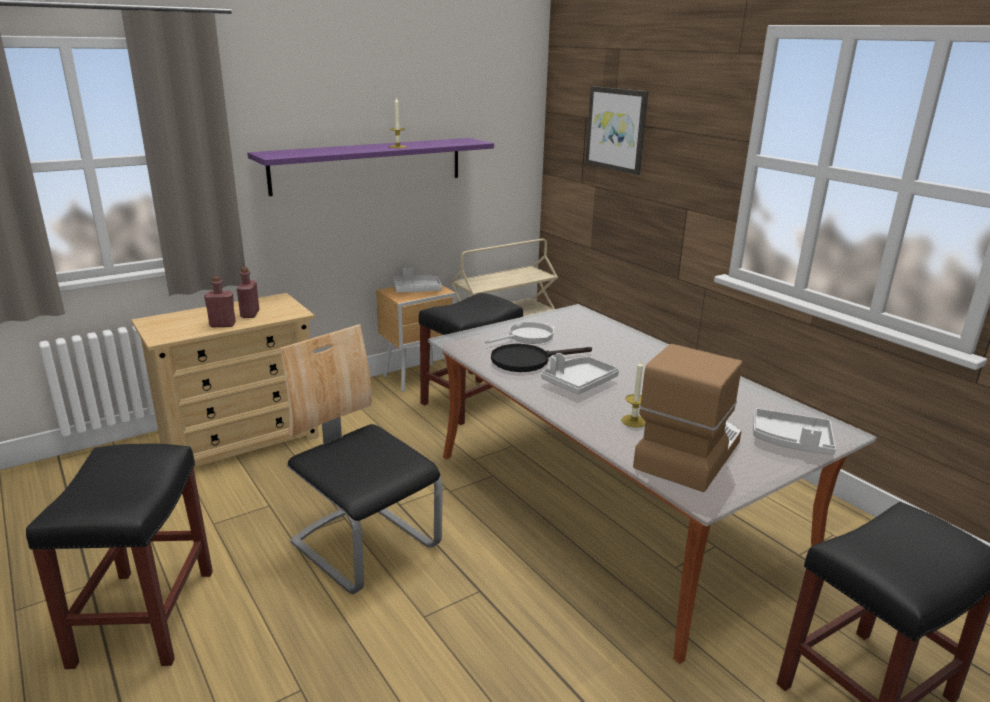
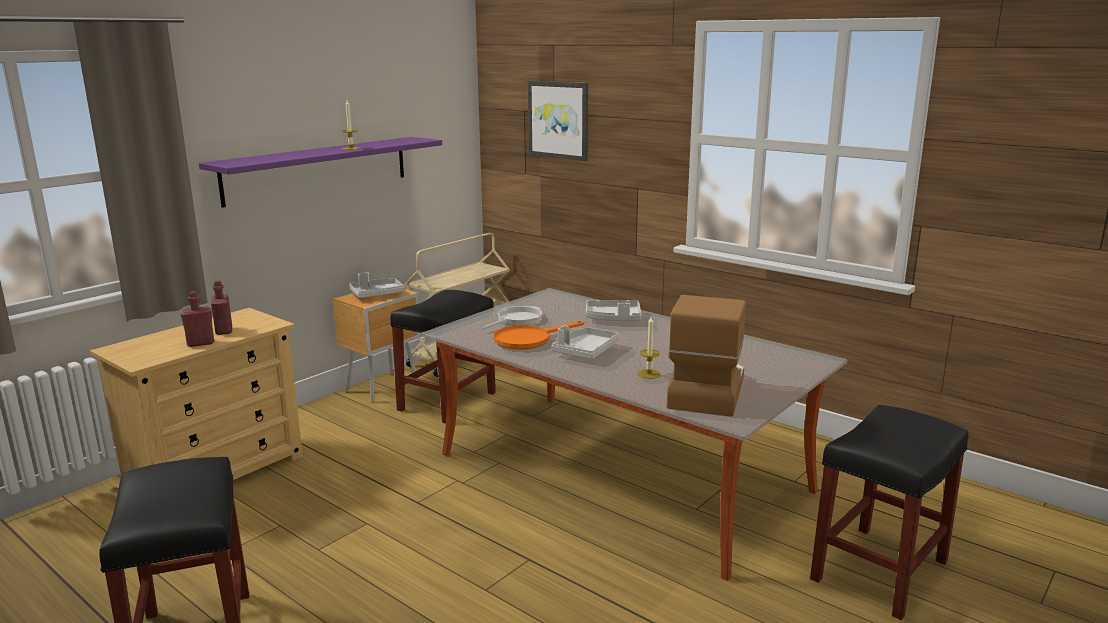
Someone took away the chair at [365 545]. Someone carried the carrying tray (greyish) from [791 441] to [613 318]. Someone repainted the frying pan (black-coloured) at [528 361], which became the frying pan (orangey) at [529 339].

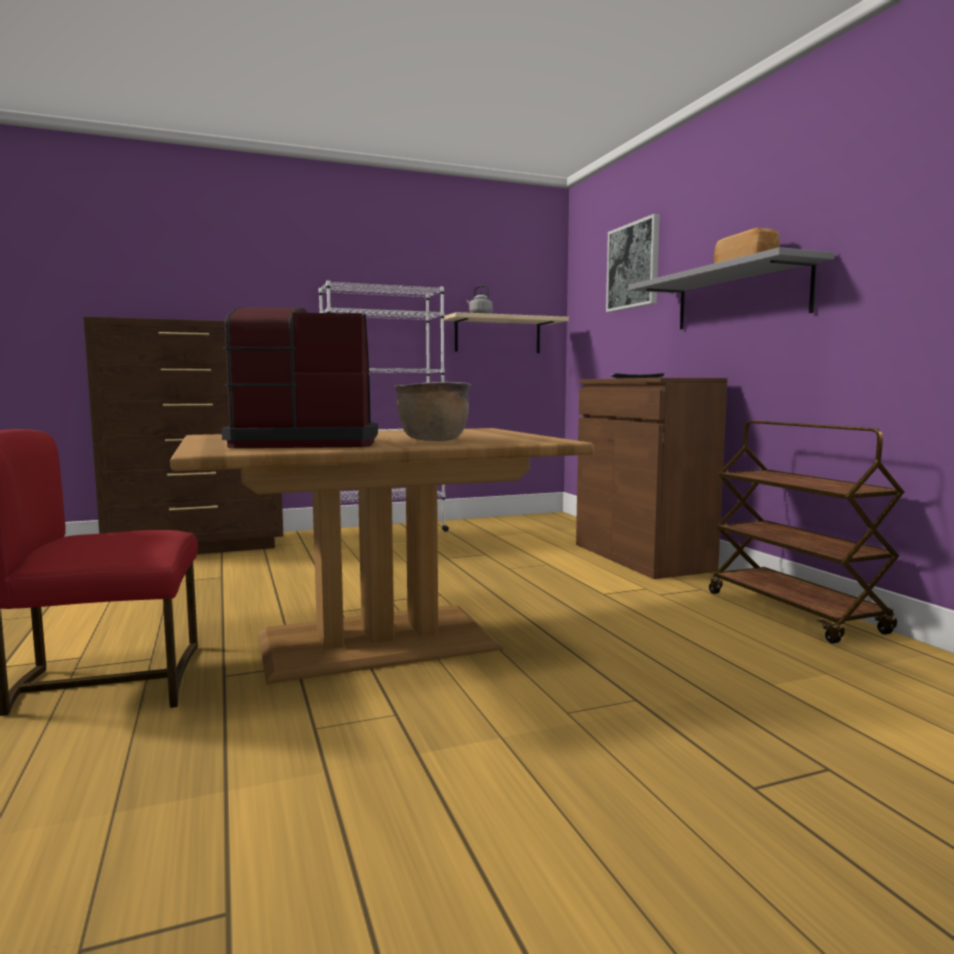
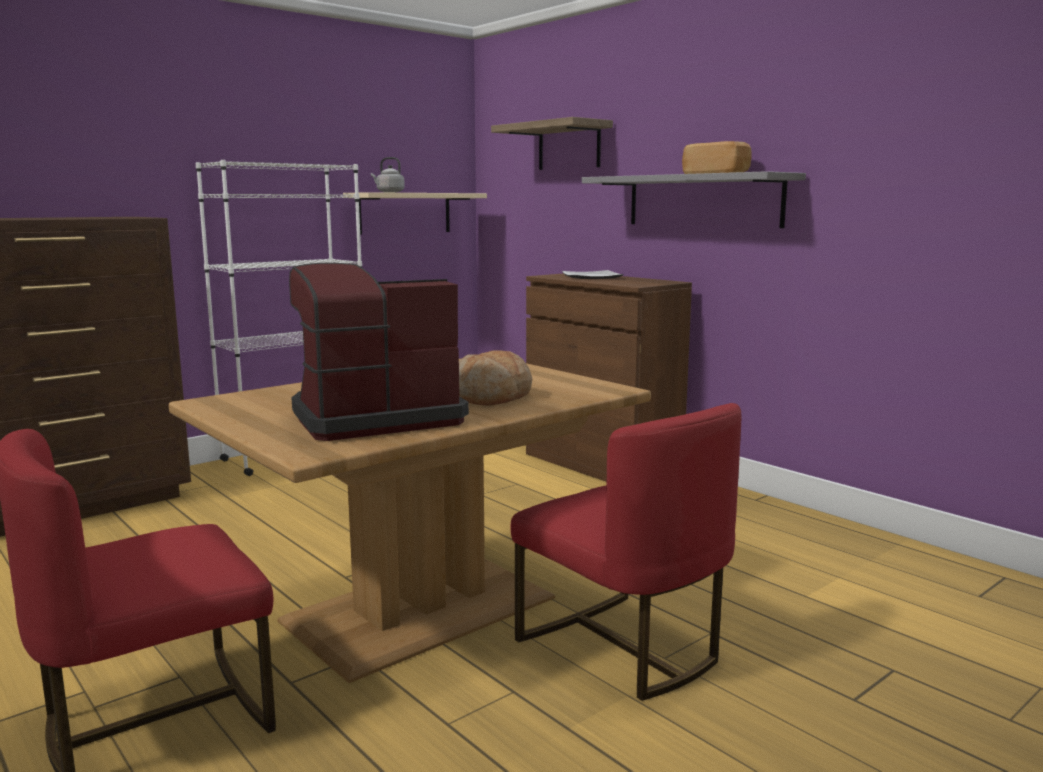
Someone took away the cart (brownish) at [795 612]. Someone put down the chair (red-coloured) at [623 647]. Someone swapped the saucepot (brownish) at [432 440] for the bakery bread at [491 397]. Someone swapped the wall picture at [633 266] for the shelf at [569 146].

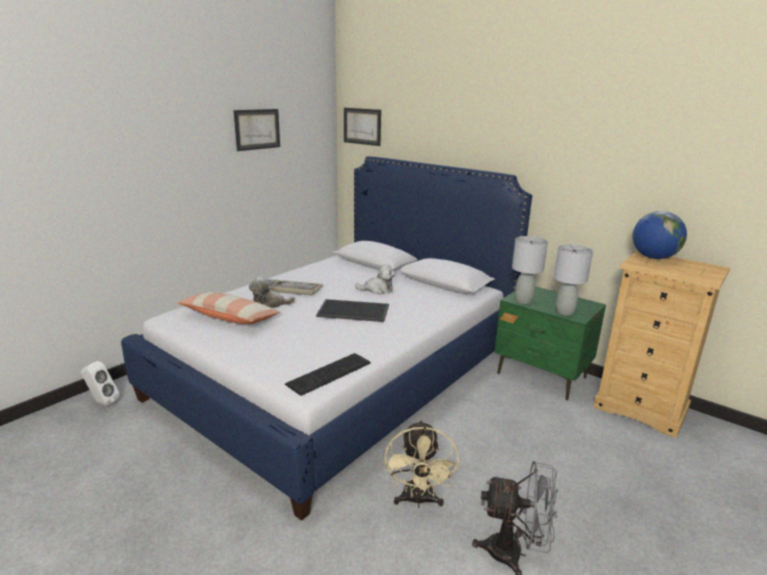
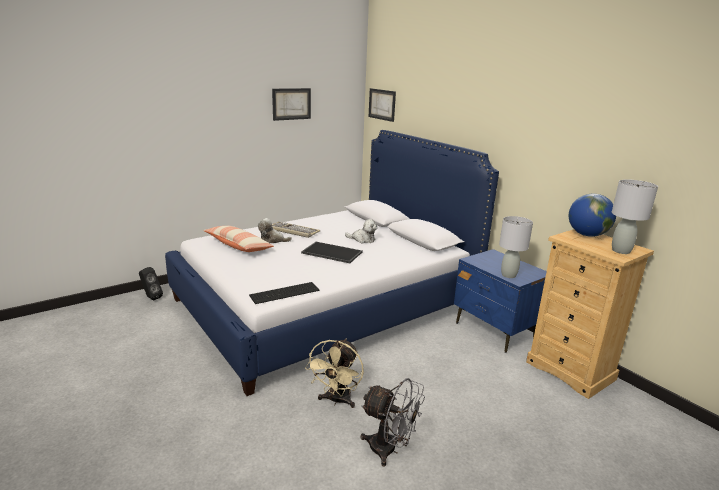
Someone carried the table lamp (greyish) from [523 301] to [621 251]. Someone repainted the audio speaker (whitish) at [102 402], which became the audio speaker (black-coloured) at [151 297]. Someone repainted the night table (green-coloured) at [541 376], which became the night table (blue-coloured) at [494 331].

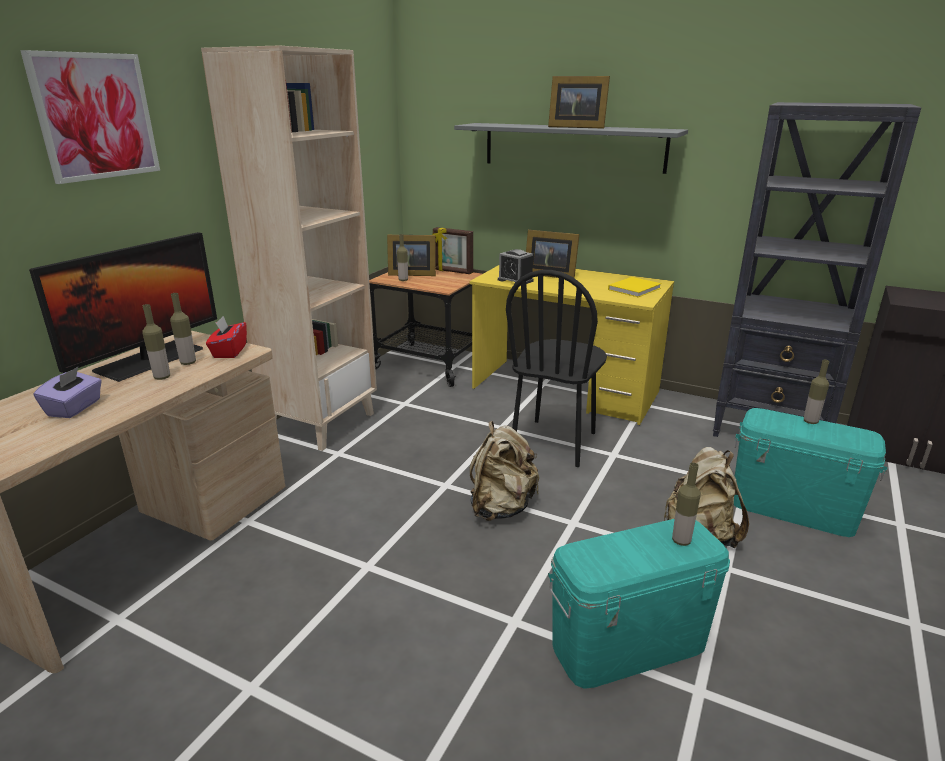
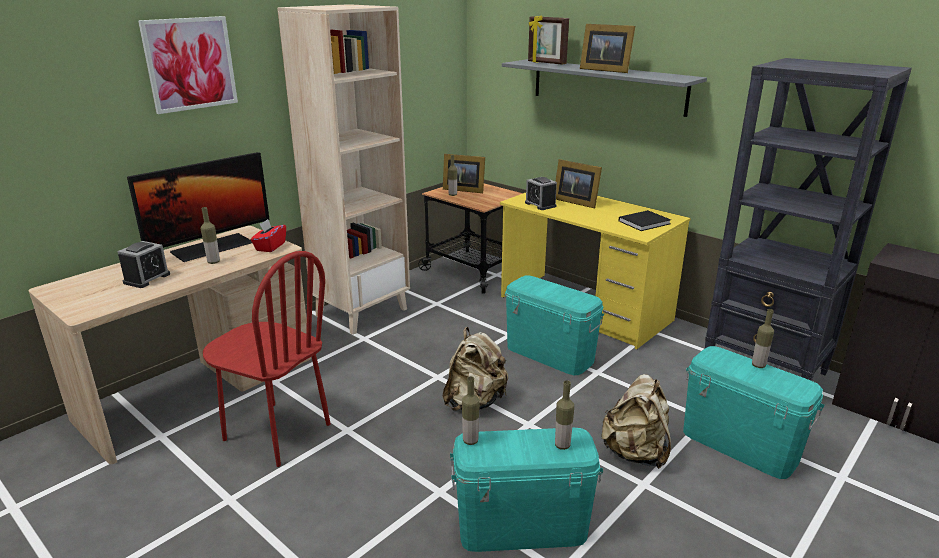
Someone put down the chair (red-coloured) at [276 432]. Someone carried the beverage bottle from [188 362] to [470 441]. Someone carried the picture frame from [452 271] to [546 63]. Someone swapped the tissue box (purple-coloured) at [75 408] for the bedside clock at [147 278]. Someone swapped the chair (black-coloured) at [554 442] for the storage bin (turquoise) at [549 354]. Someone repainted the volume (yellowish) at [635 288], which became the volume (black-coloured) at [645 222].

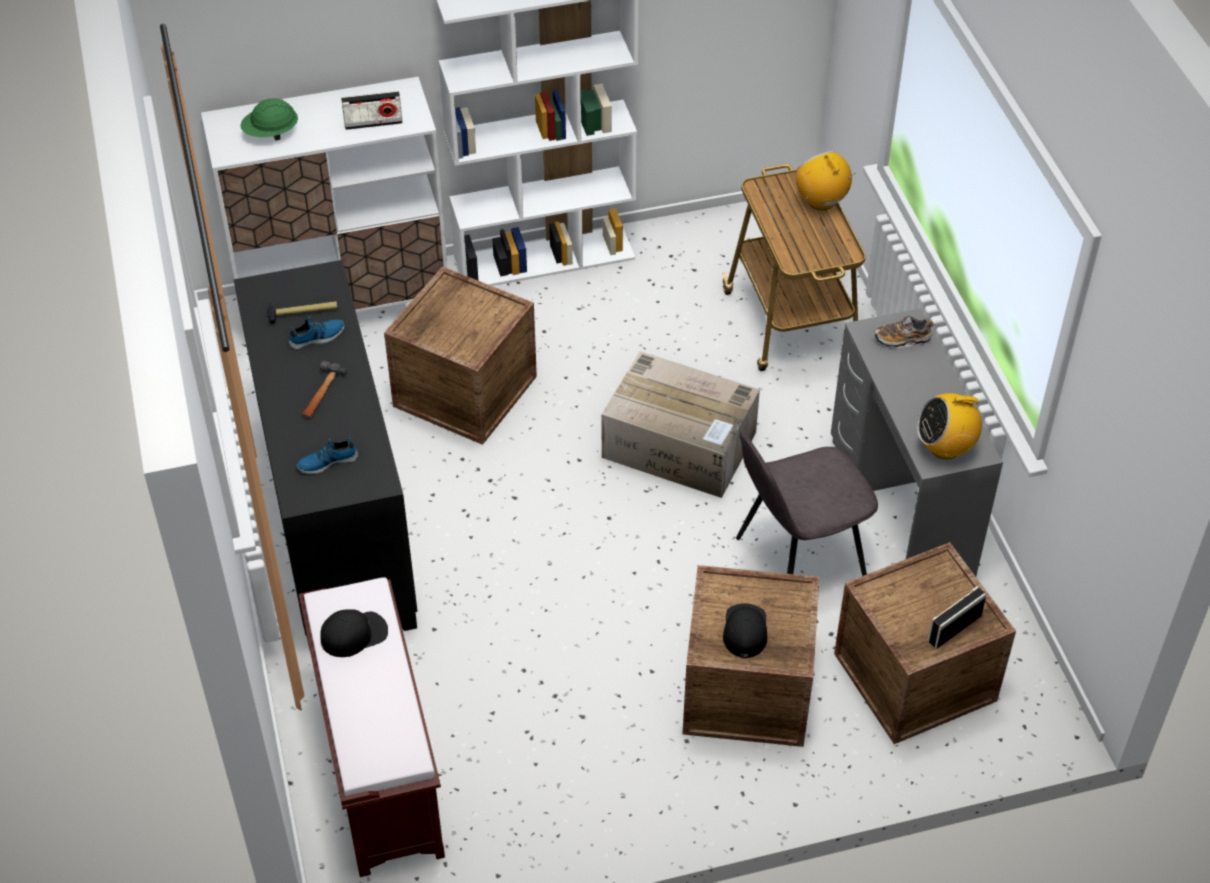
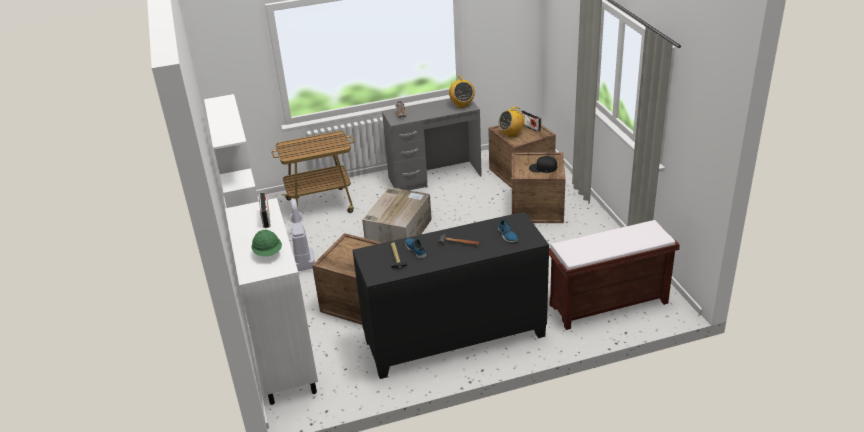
Someone took away the baseball cap (black-coloured) at [354 634]. Someone took away the chair (greyish) at [797 561]. Someone put down the hoover at [302 255]. Someone carried the radio receiver from [821 201] to [511 134].

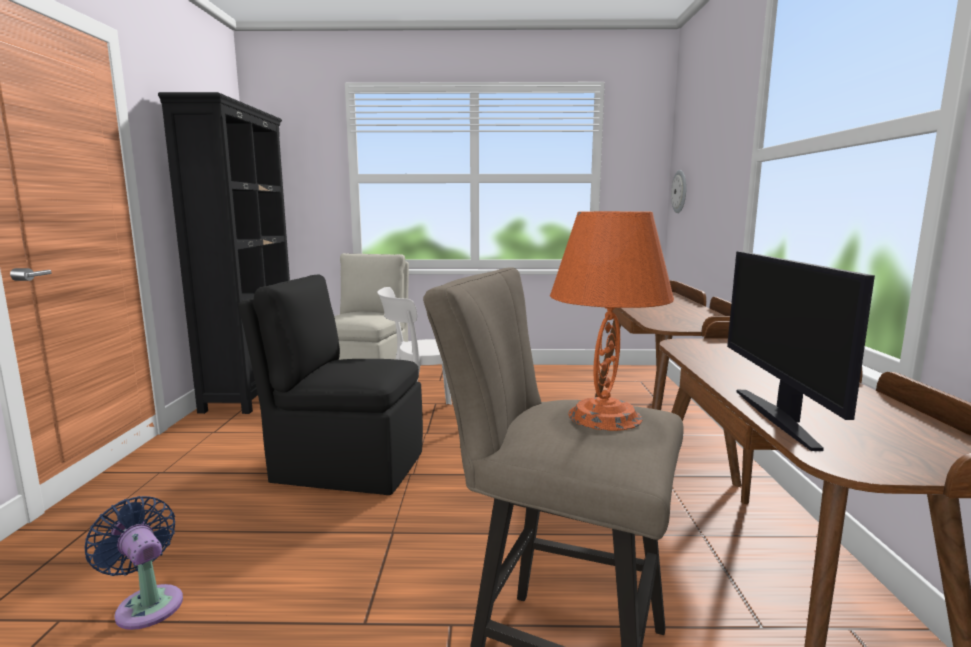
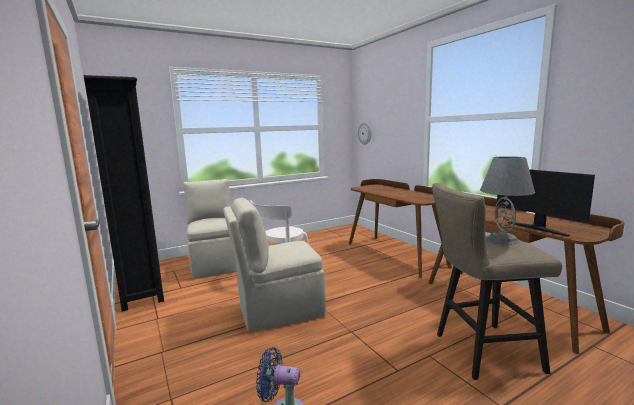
Someone repainted the chair (black-coloured) at [346 466], which became the chair (sand-coloured) at [278 310]. Someone repainted the table lamp (orangey) at [605 416], which became the table lamp (greyish) at [503 239].

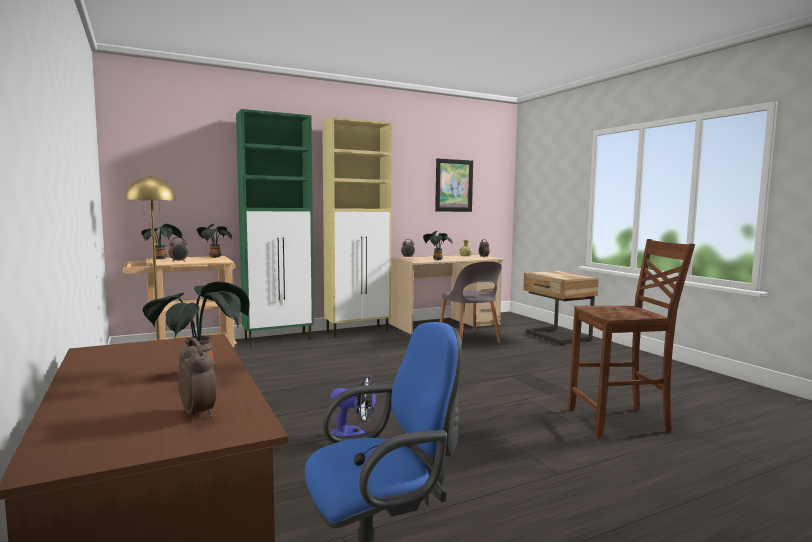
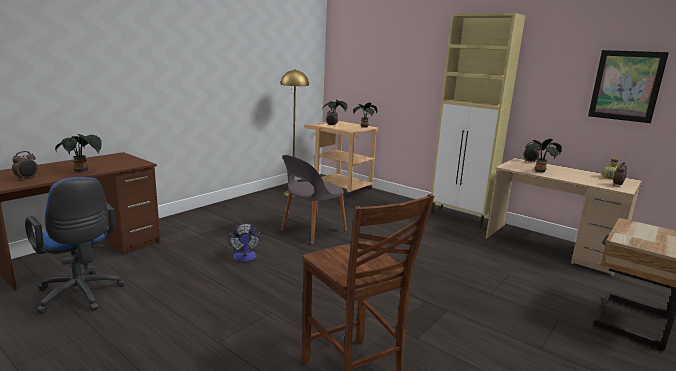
Someone took away the storage cabinet (green-coloured) at [279 339]. Someone carried the chair (greyish) from [468 339] to [312 231].

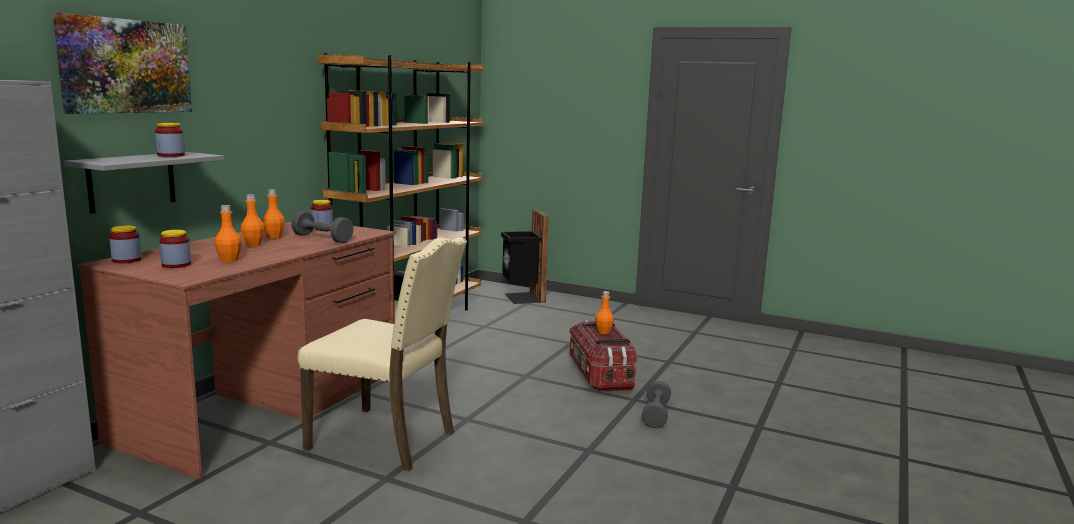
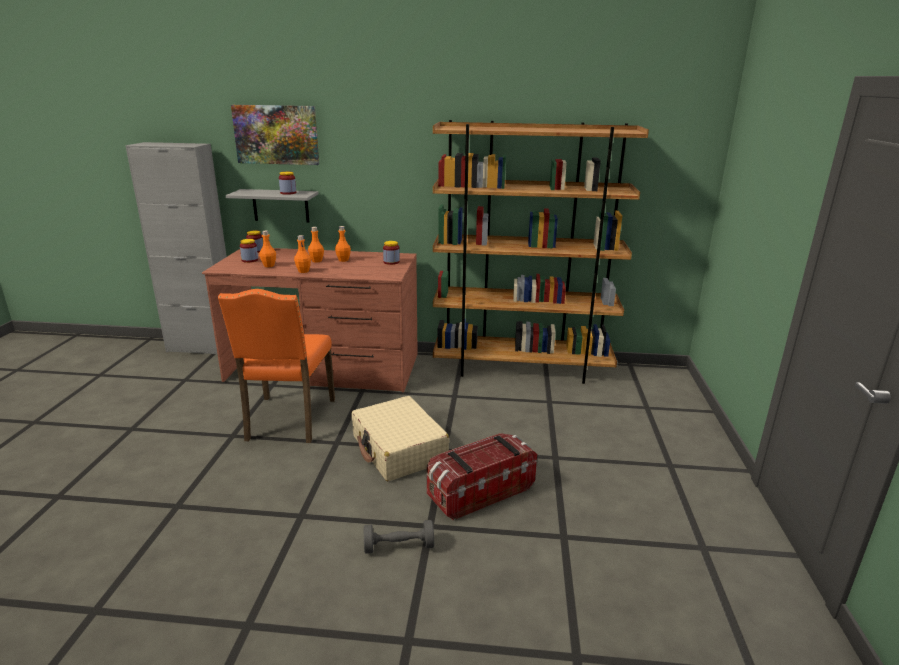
Someone took away the hand weight (greyish) at [322 238]. Someone took away the rubbish bin (black-coloured) at [522 298]. Someone put down the suitcase (sand-coloured) at [399 449]. Someone carried the beverage bottle (orangey) from [603 332] to [303 271]. Someone repainted the chair (sand-coloured) at [386 440], which became the chair (orangey) at [288 420].

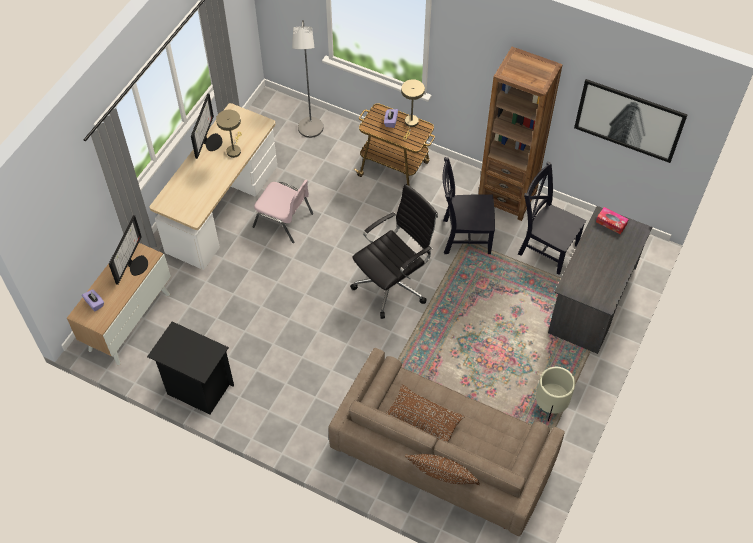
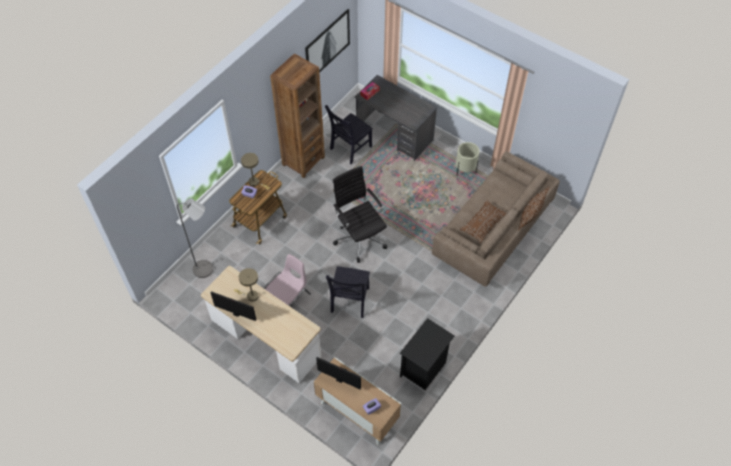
Someone carried the chair (black-coloured) from [464 236] to [349 301].

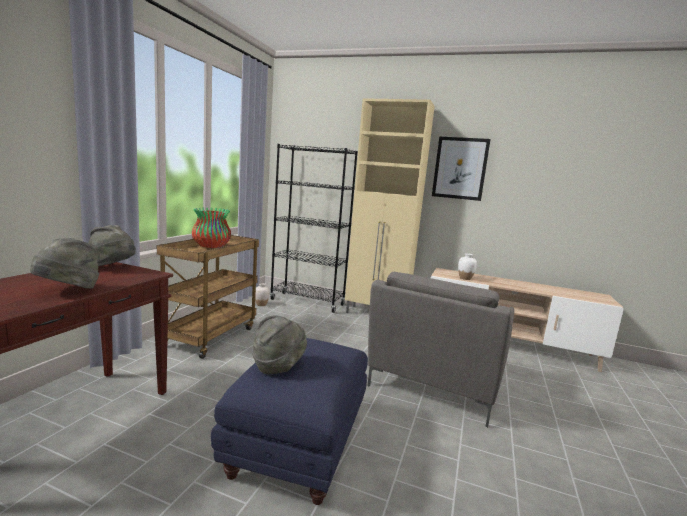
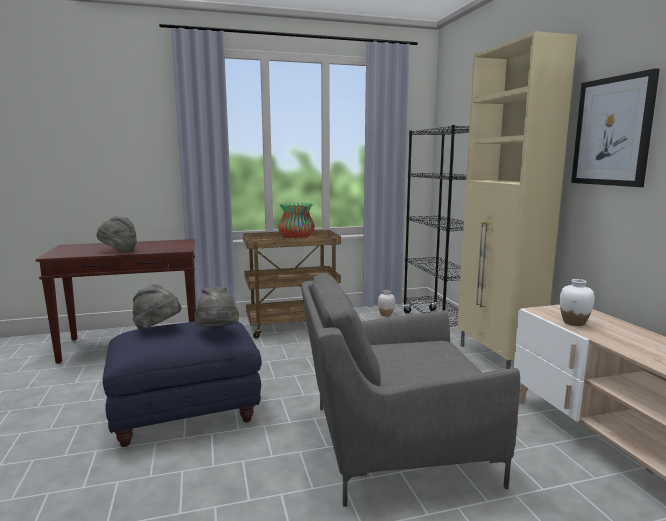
Someone carried the clothing hat (greyish) from [113 268] to [217 331].

